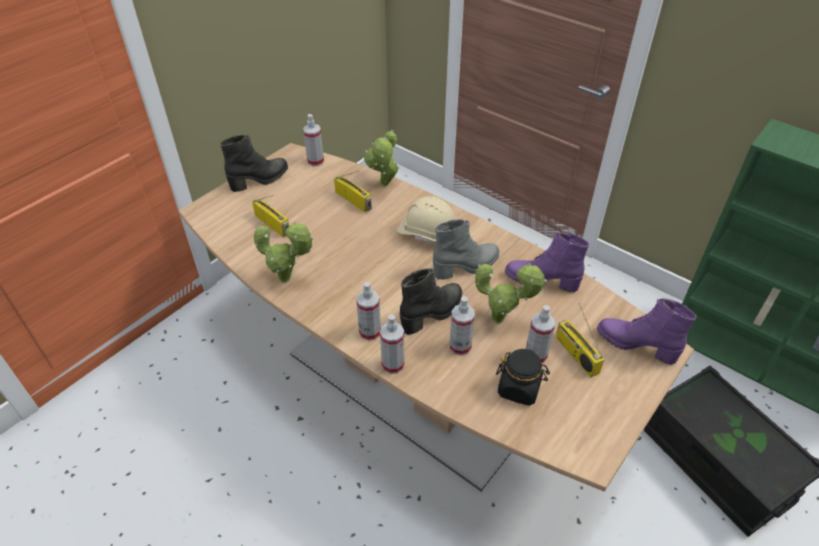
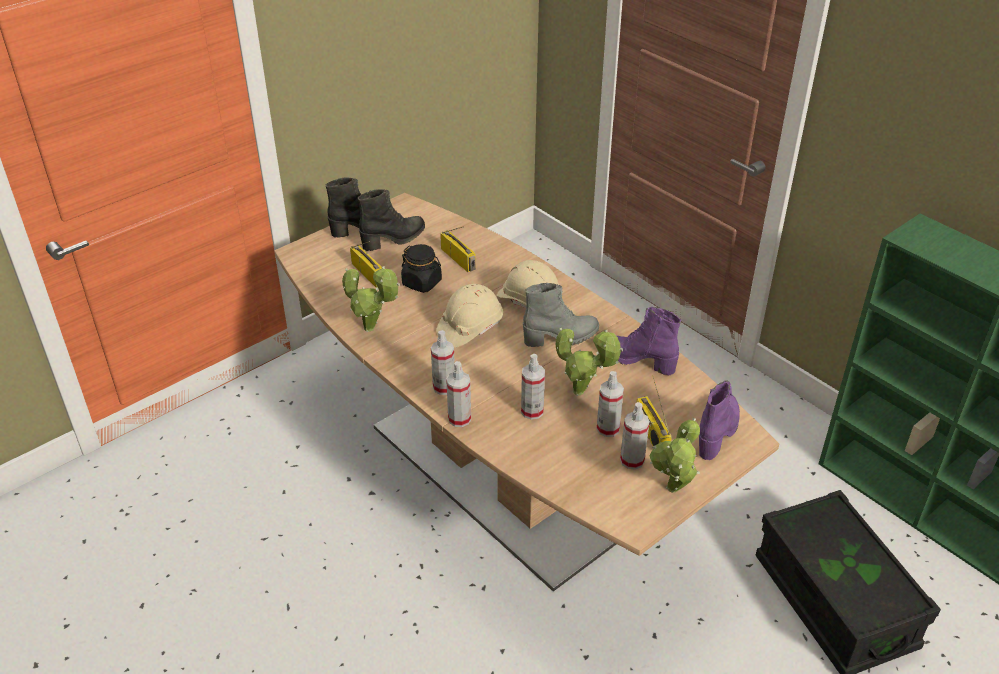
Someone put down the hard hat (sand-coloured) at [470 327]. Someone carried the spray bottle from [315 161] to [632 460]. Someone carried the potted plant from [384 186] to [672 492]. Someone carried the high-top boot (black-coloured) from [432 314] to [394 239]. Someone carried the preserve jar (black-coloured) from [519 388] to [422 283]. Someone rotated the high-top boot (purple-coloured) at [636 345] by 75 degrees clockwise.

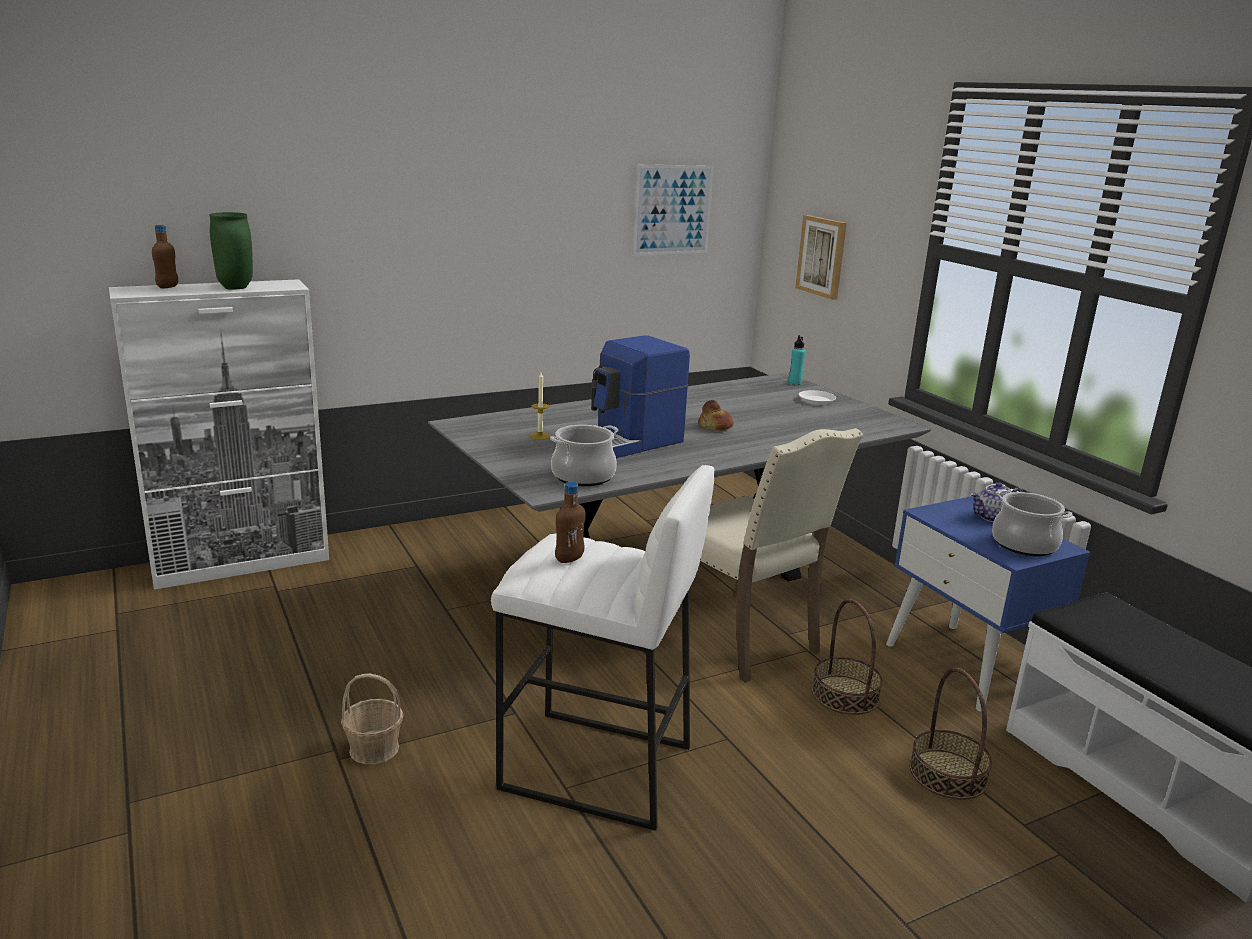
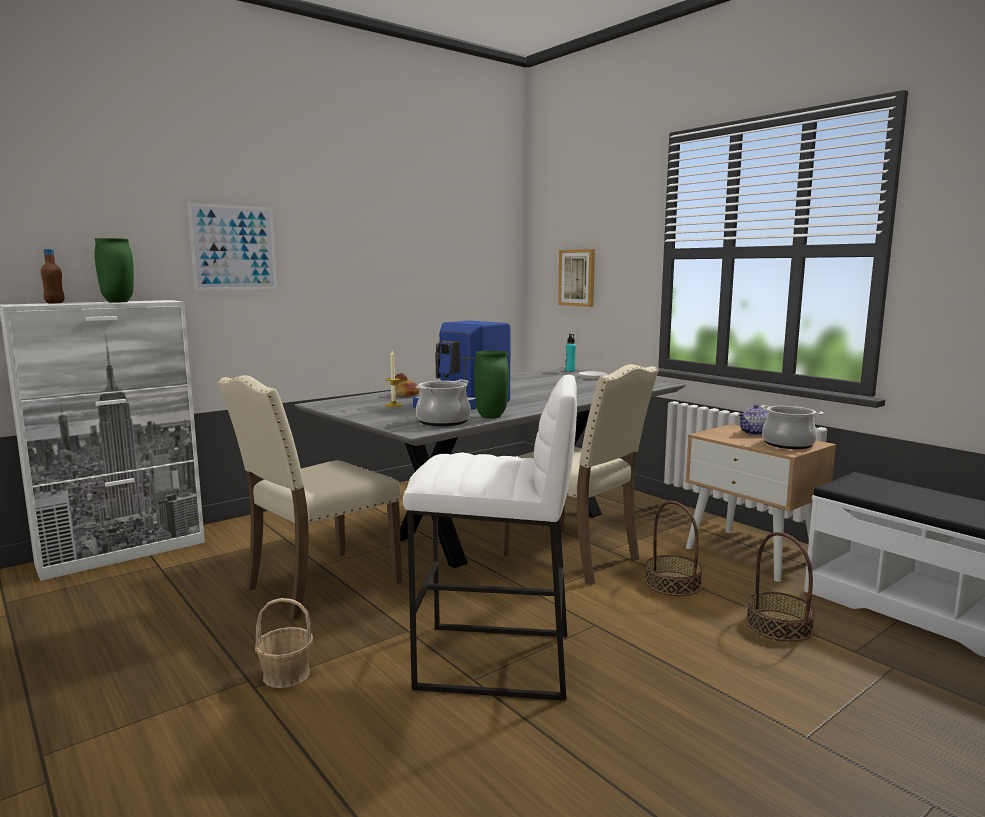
Someone took away the beverage bottle (brownish) at [569 559]. Someone put down the chair (sand-coloured) at [319 585]. Someone put down the vase (green-coloured) at [490 417]. Someone carried the wall picture from [673 210] to [234 248]. Someone carried the bakery bread from [715 427] to [405 395]. Someone repainted the night table (blue-coloured) at [966 665], which became the night table (sand-coloured) at [751 554].

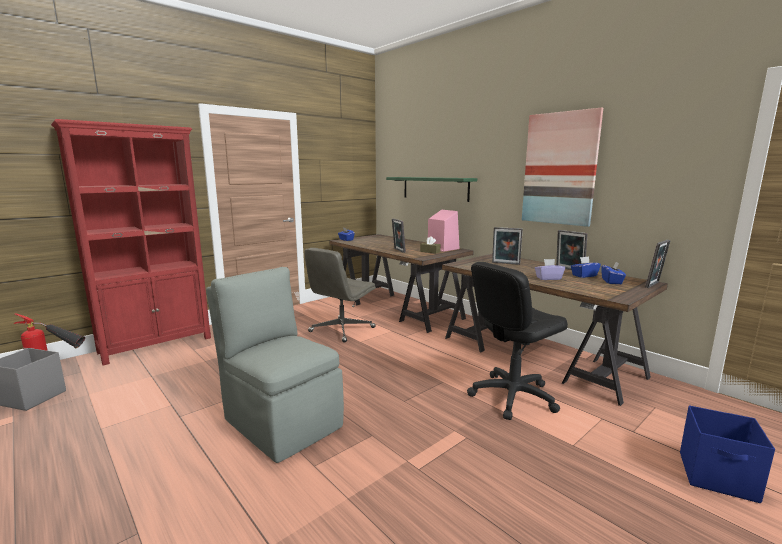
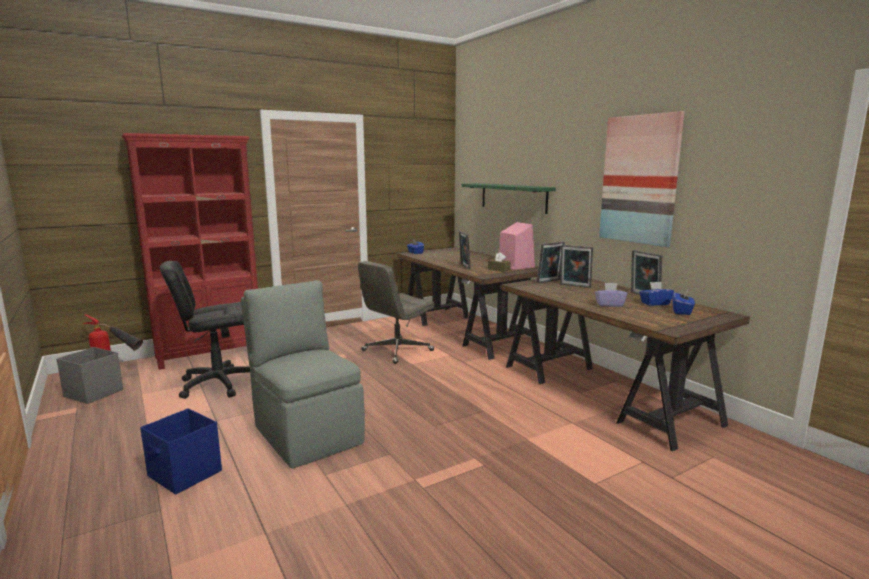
Someone carried the desk chair (black-coloured) from [512 396] to [218 384]. Someone carried the picture frame from [654 285] to [549 281]. Someone carried the storage bin (blue-coloured) from [718 477] to [185 474].

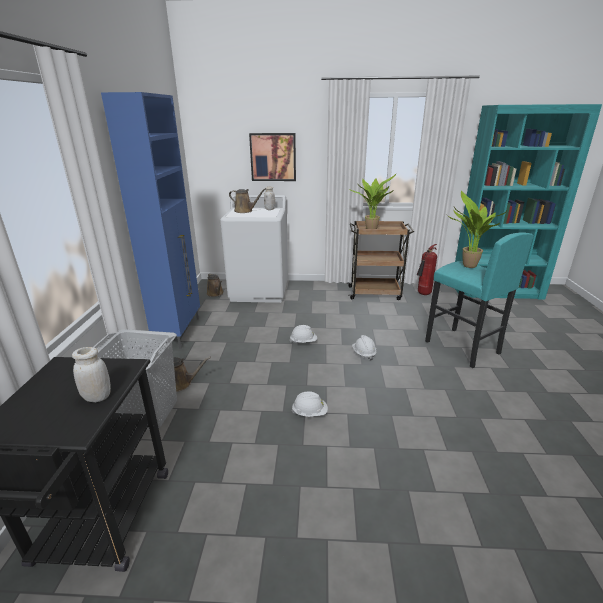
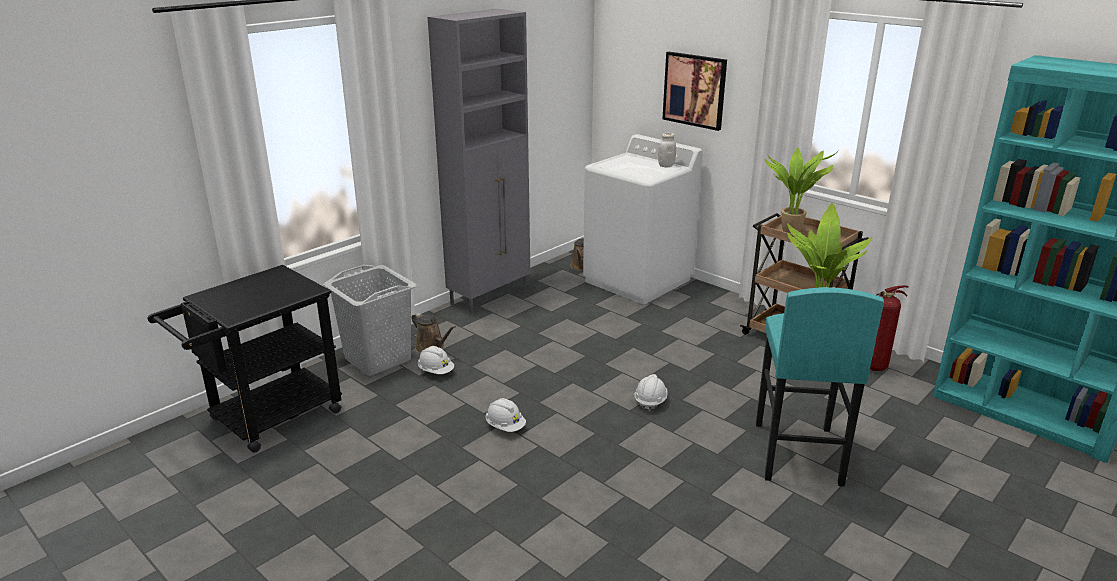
Someone took away the preserve jar (whitish) at [97 397]. Someone took away the sprinkling can (brownish) at [245 211]. Someone carried the hard hat (whitish) from [303 342] to [436 371]. Someone repainted the storage cabinet (blue-coloured) at [179 332], which became the storage cabinet (greyish) at [490 296].

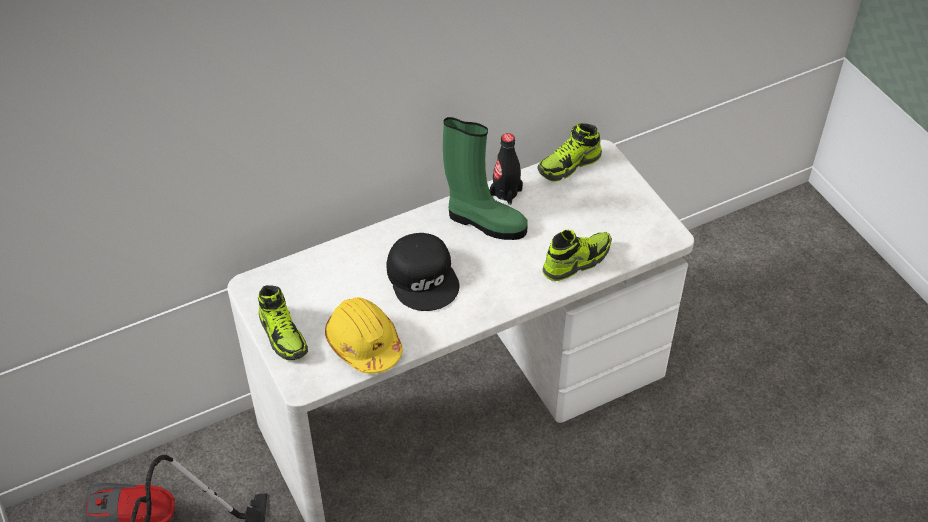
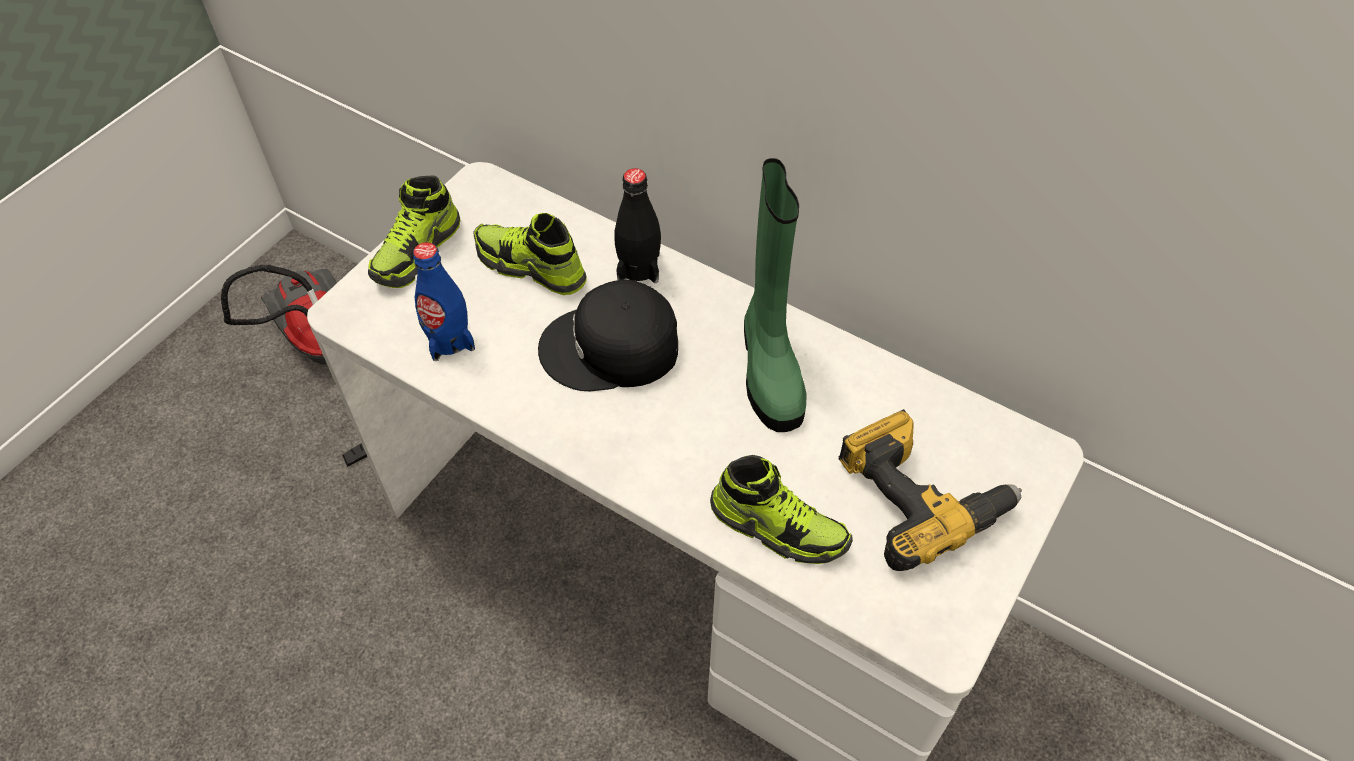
Someone put down the power drill at [919 496]. Someone carried the beverage bottle (black-coloured) from [505 192] to [638 267]. Someone carried the shoe from [569 165] to [531 267]. Someone swapped the hard hat (yellowish) at [363 344] for the beverage bottle (blue-coloured) at [449 340]. Someone rotated the baseball cap (black-coloured) at [424 277] by 45 degrees clockwise.

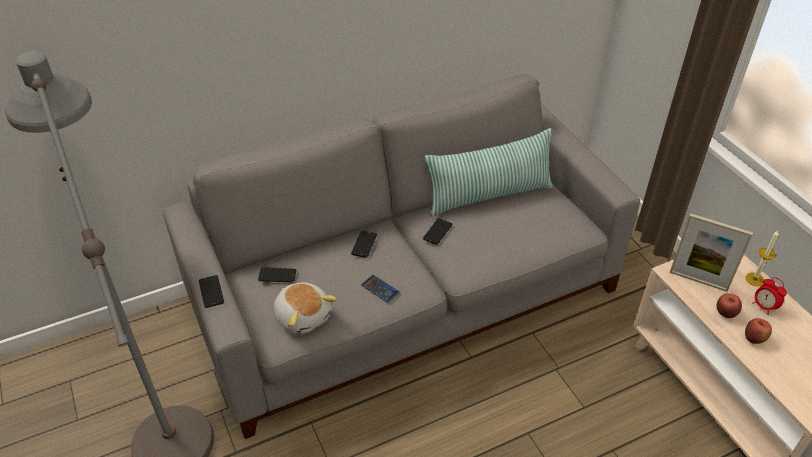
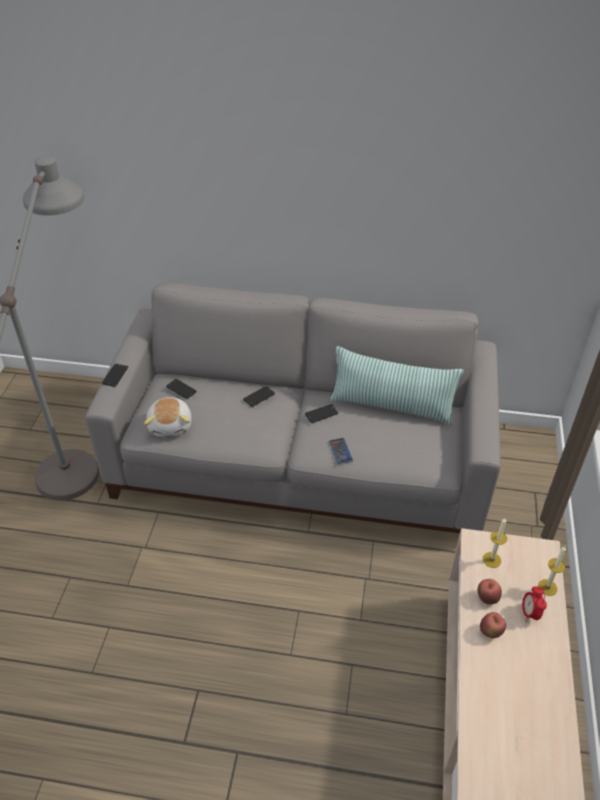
Someone carried the handset from [380 289] to [340 451]. Someone swapped the picture frame at [698 280] for the candle at [492 560].

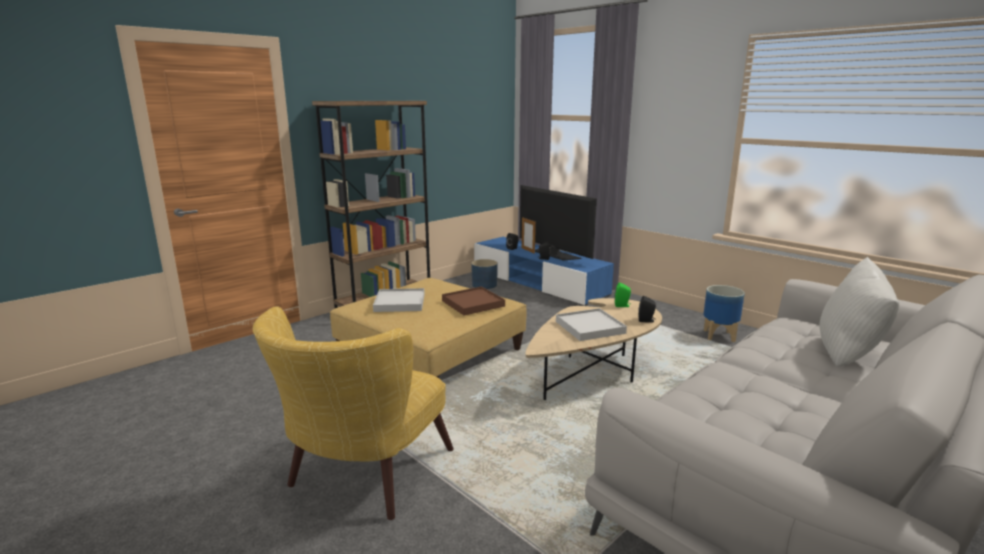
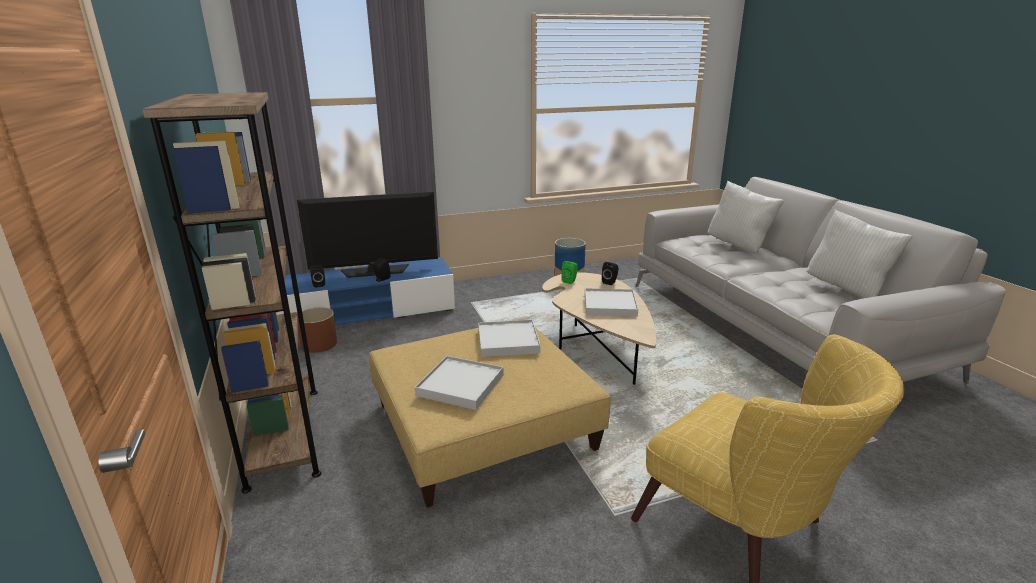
Someone took away the picture frame at [528 250]. Someone put down the cushion (whitish) at [847 289]. Someone repainted the carrying tray (brownish) at [472 303], which became the carrying tray (whitish) at [508 341]. Someone repainted the plant pot (blue-coloured) at [484 285], which became the plant pot (brownish) at [319 344].

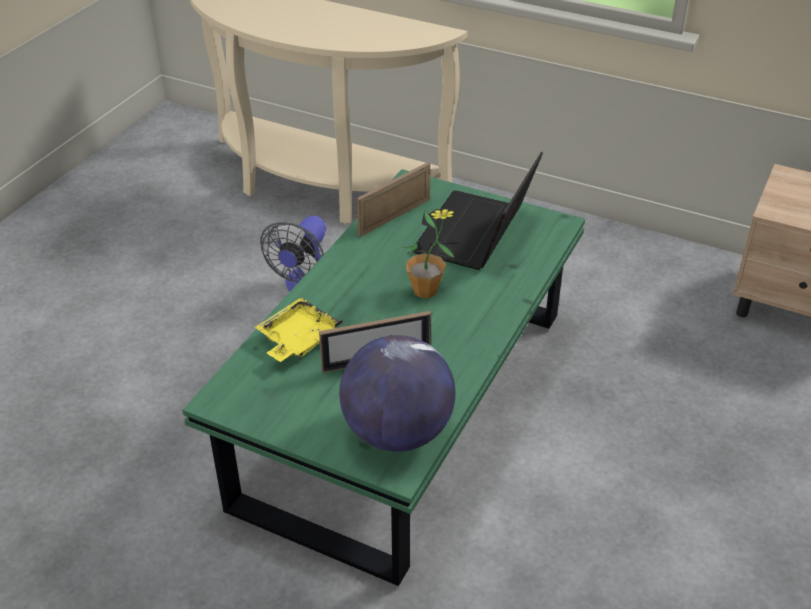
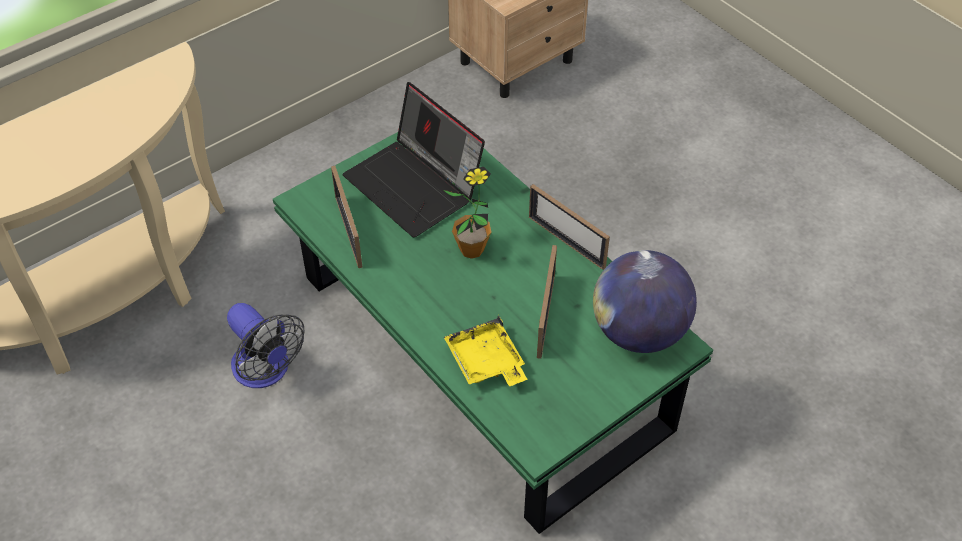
Someone put down the picture frame at [566 242].

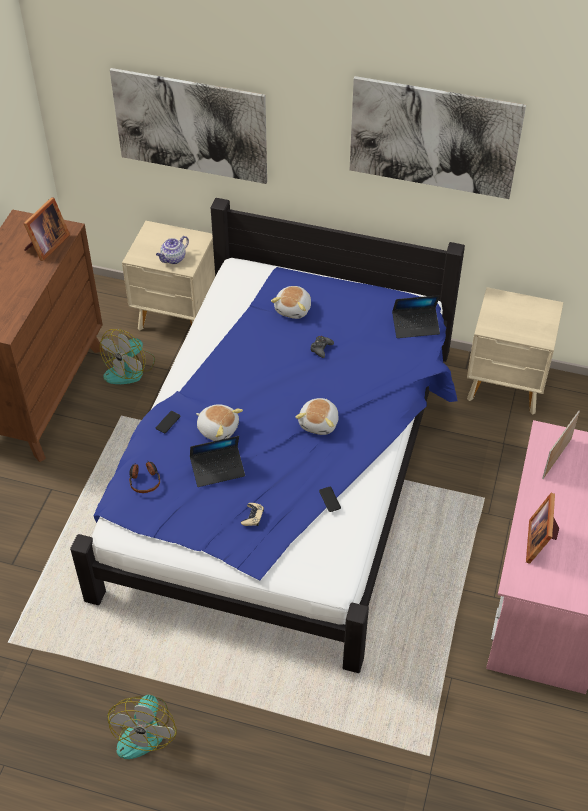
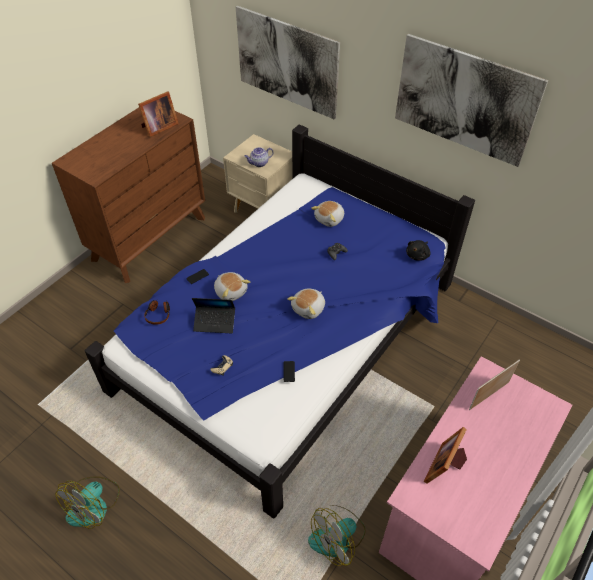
Someone took away the night table (sand-coloured) at [506 387]. Someone carried the electric fan from [130 369] to [337 537]. Someone swapped the notebook computer at [415 326] for the cuddly toy (black-coloured) at [418 255].

